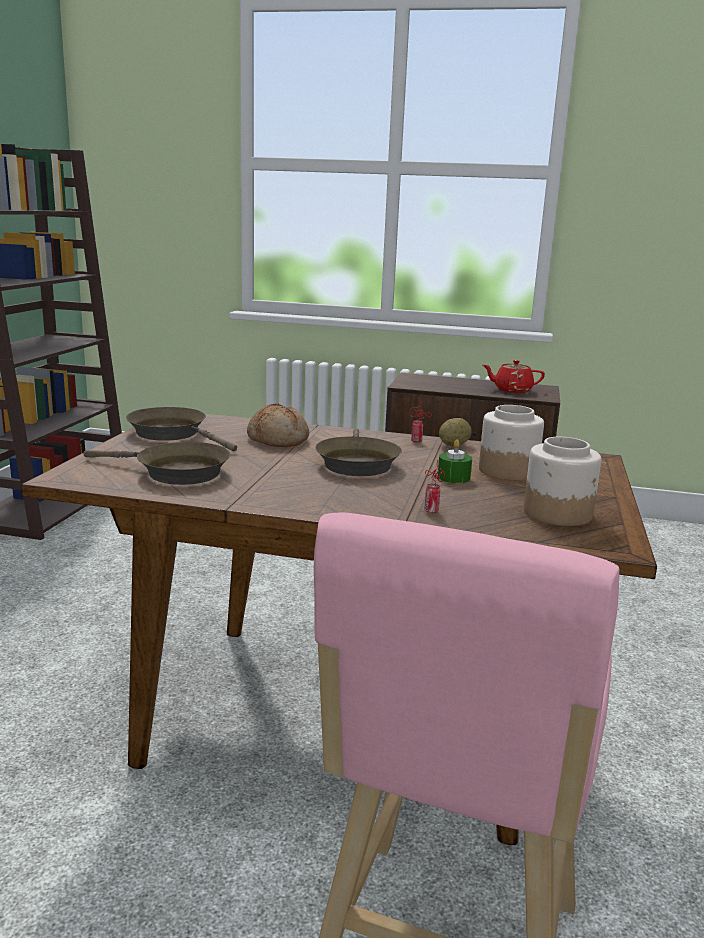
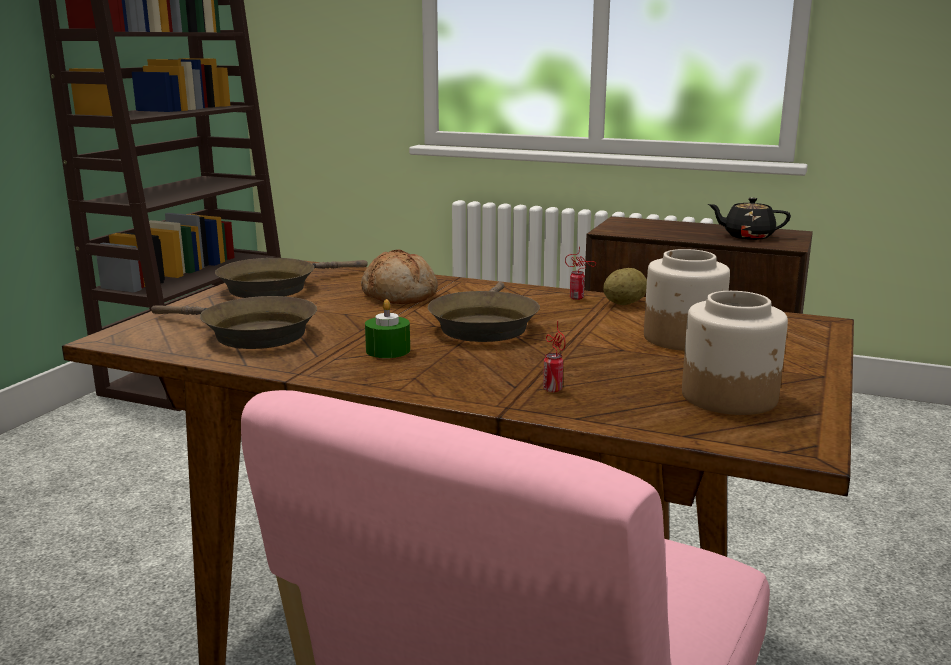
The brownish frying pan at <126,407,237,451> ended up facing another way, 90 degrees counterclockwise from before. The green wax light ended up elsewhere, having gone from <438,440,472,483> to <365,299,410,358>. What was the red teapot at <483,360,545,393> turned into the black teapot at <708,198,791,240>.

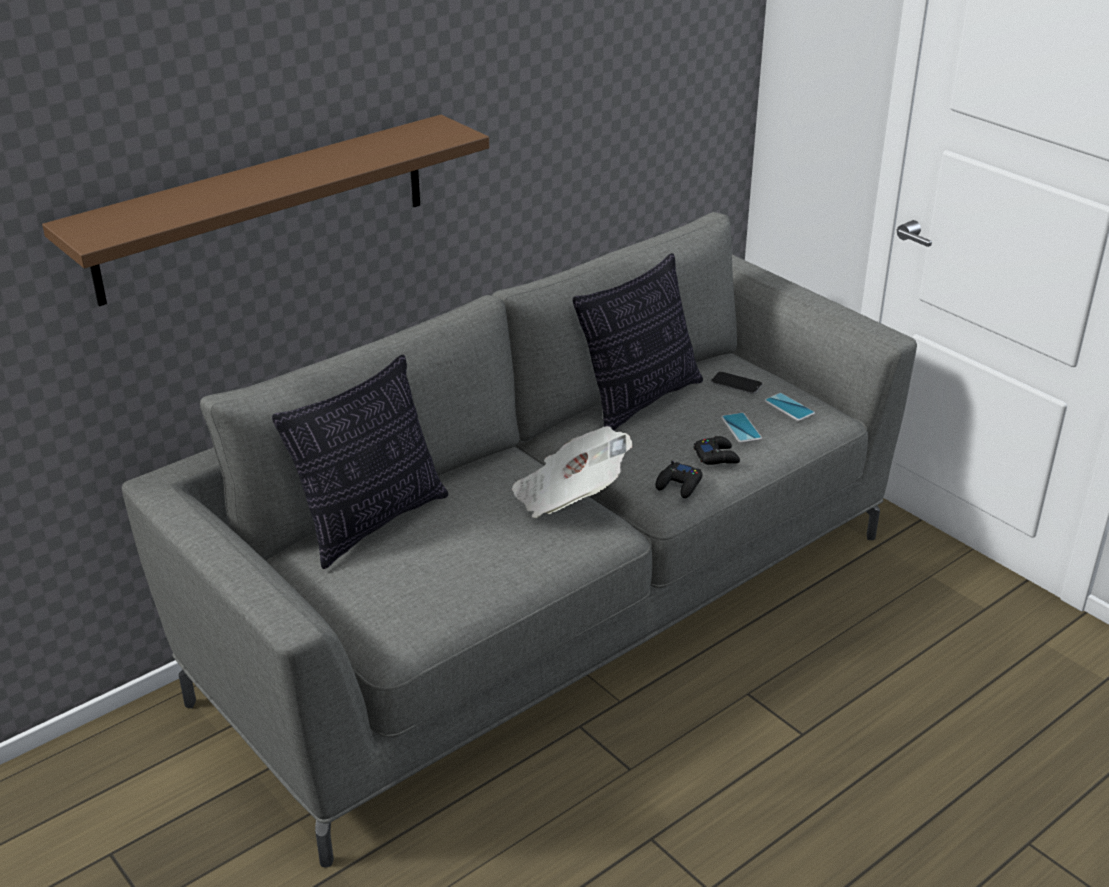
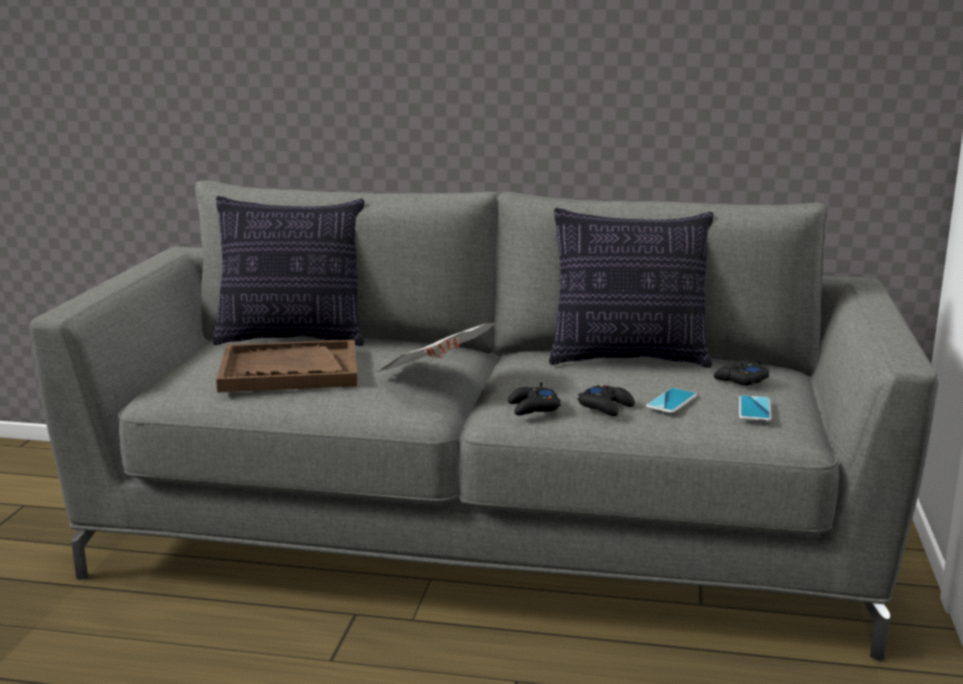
The second view gained the brownish tray at <216,340,357,393>. Where the phone stood at <711,372,762,394>, the black joypad came to stand at <714,360,769,386>. The second view lost the brownish shelf at <42,115,489,306>.

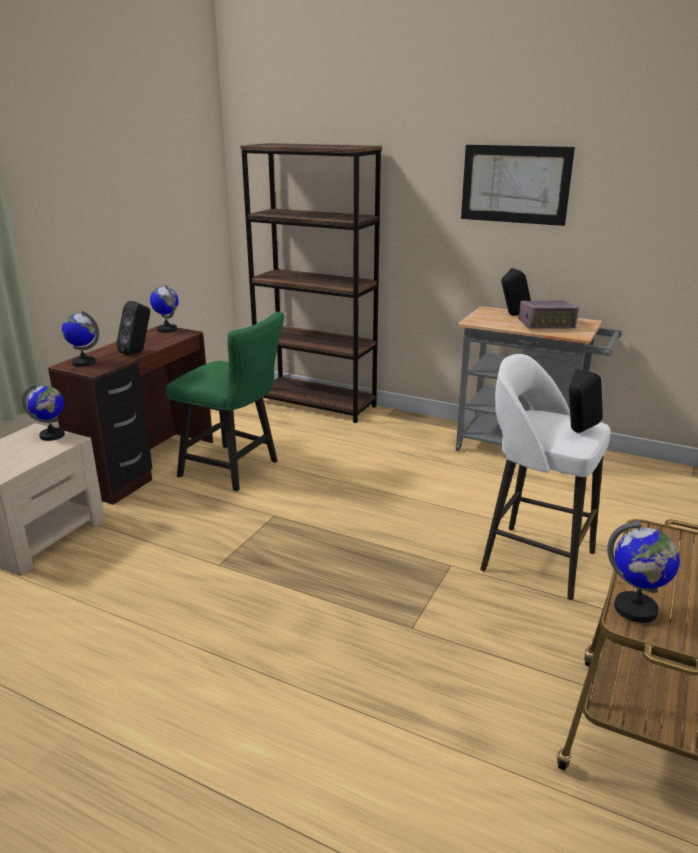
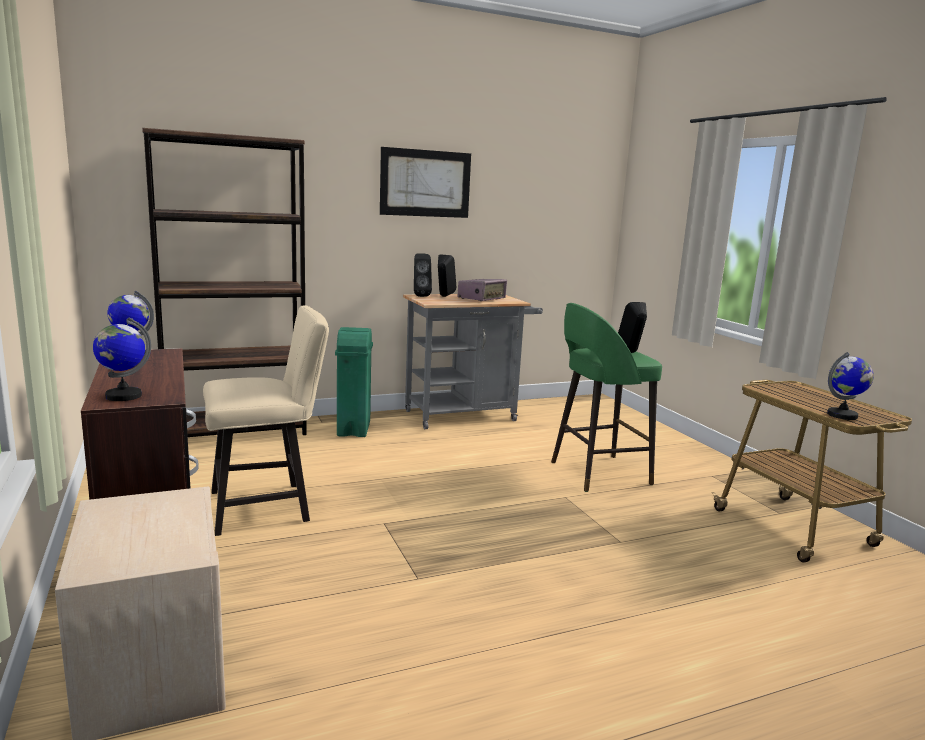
What was the green upright chair at <166,312,284,491> turned into the beige-coloured upright chair at <203,306,329,536>. The second view gained the green trash can at <335,327,373,437>. The black audio speaker ended up elsewhere, having gone from <116,301,150,355> to <414,253,432,297>. What was the white stool seat at <480,354,611,600> turned into the green stool seat at <551,303,662,492>. The second view lost the desk globe at <22,383,65,441>.

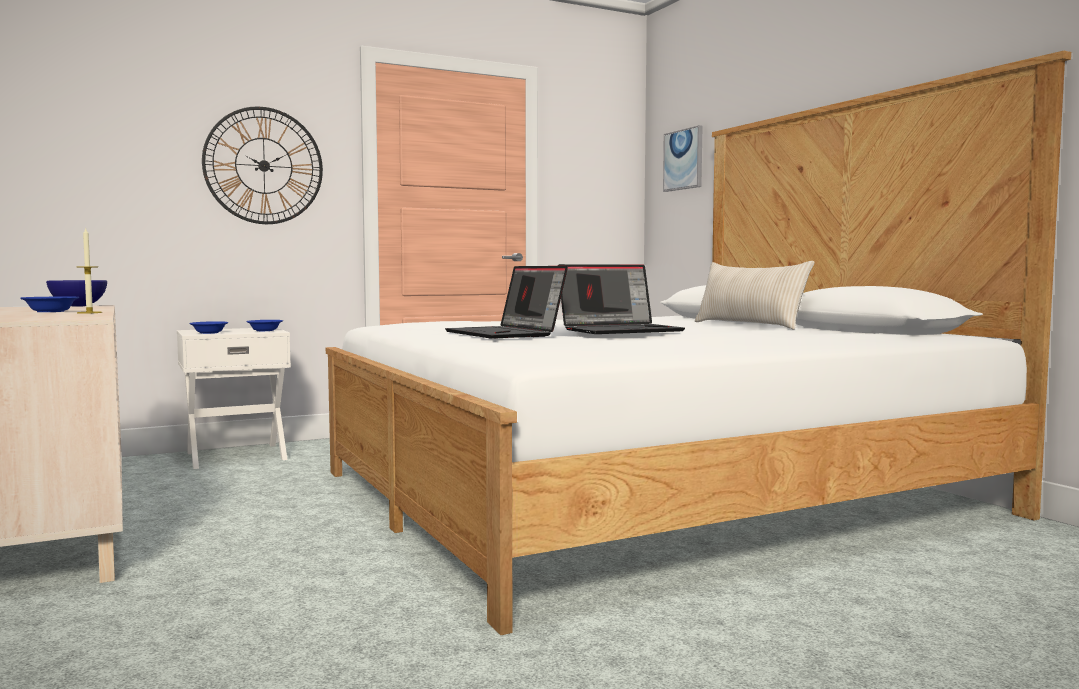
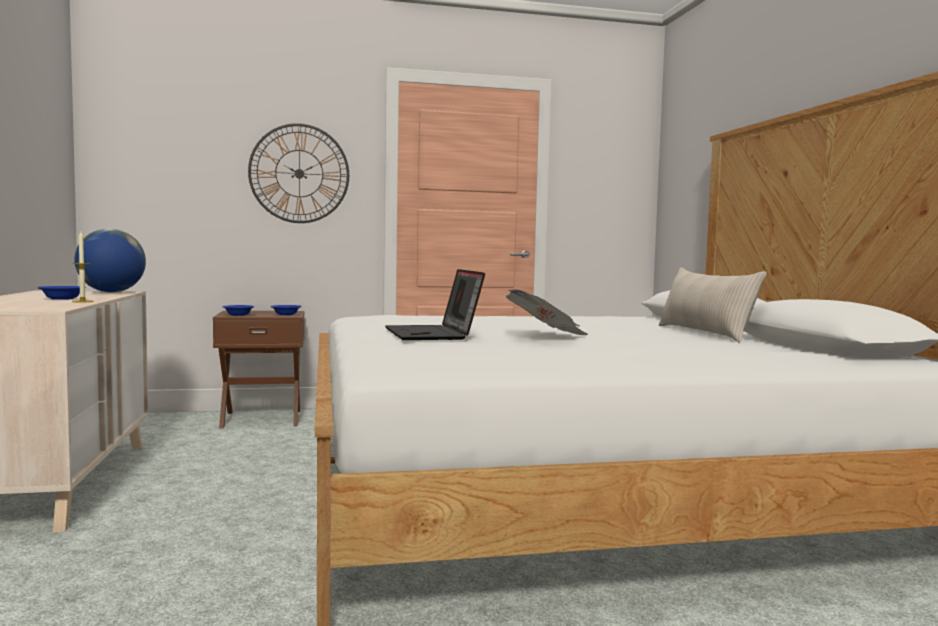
Where the bluish bowl stood at <46,280,107,307>, the desk globe came to stand at <74,229,146,292>. What was the white bedside table at <177,328,291,469> turned into the brownish bedside table at <213,311,305,429>. Where the notebook computer stood at <558,264,685,334>, the newspaper came to stand at <506,290,588,335>. The second view lost the wall art at <663,125,703,192>.

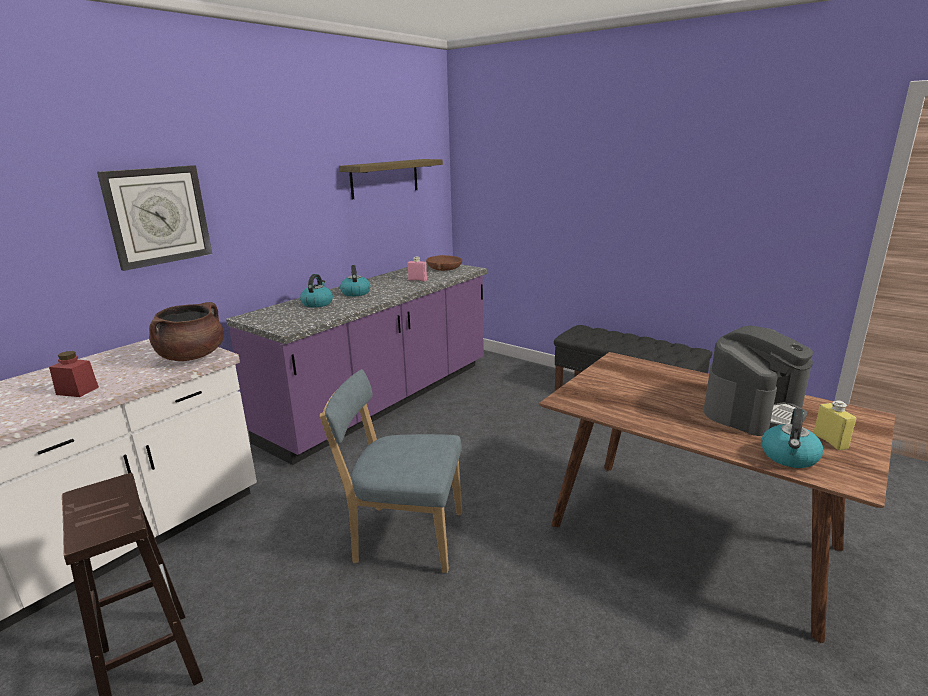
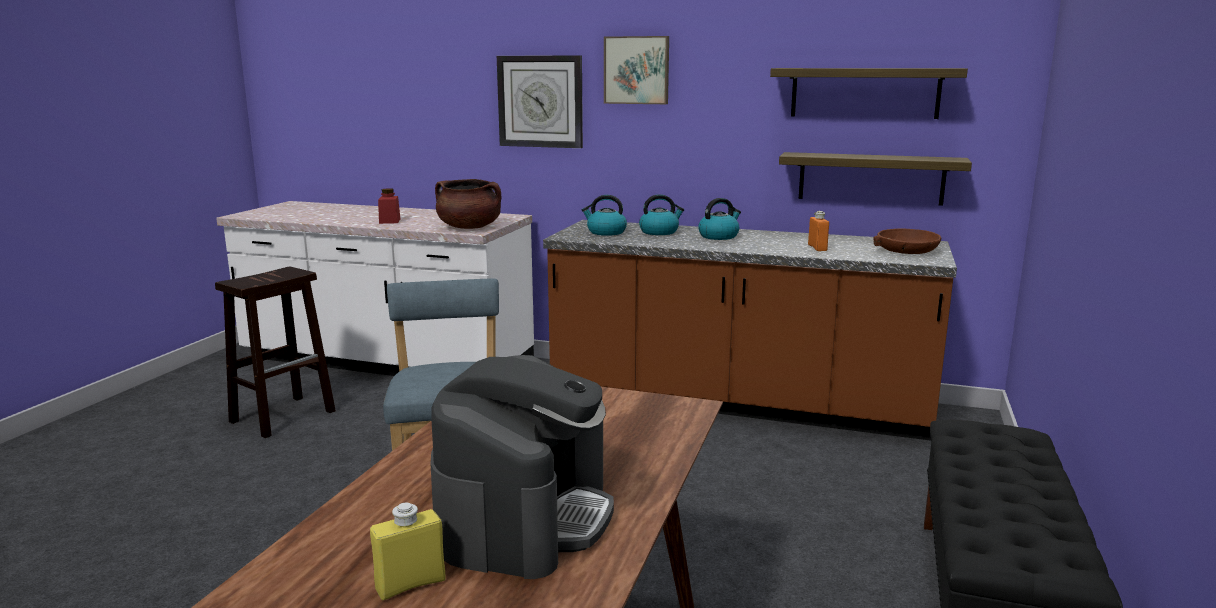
The coffee brewer at <703,325,813,436> ended up facing another way, 105 degrees counterclockwise from before. What was the purple-coloured kitchen base unit at <226,262,487,465> turned into the brownish kitchen base unit at <543,220,957,441>. The water kettle ended up elsewhere, having gone from <761,408,824,468> to <582,195,627,236>. The second view gained the wall art at <604,36,669,104>. The second view gained the shelf at <779,152,972,206>. What was the pinkish beverage bottle at <408,256,427,282> turned into the orangey beverage bottle at <808,211,829,251>.

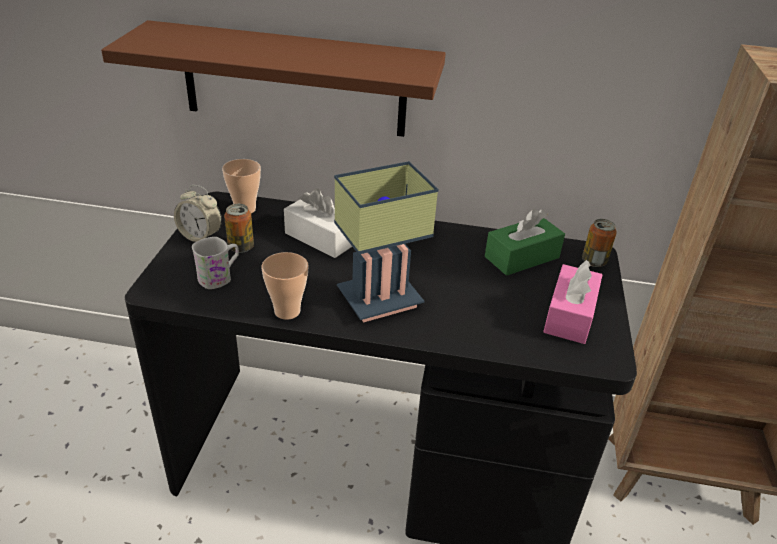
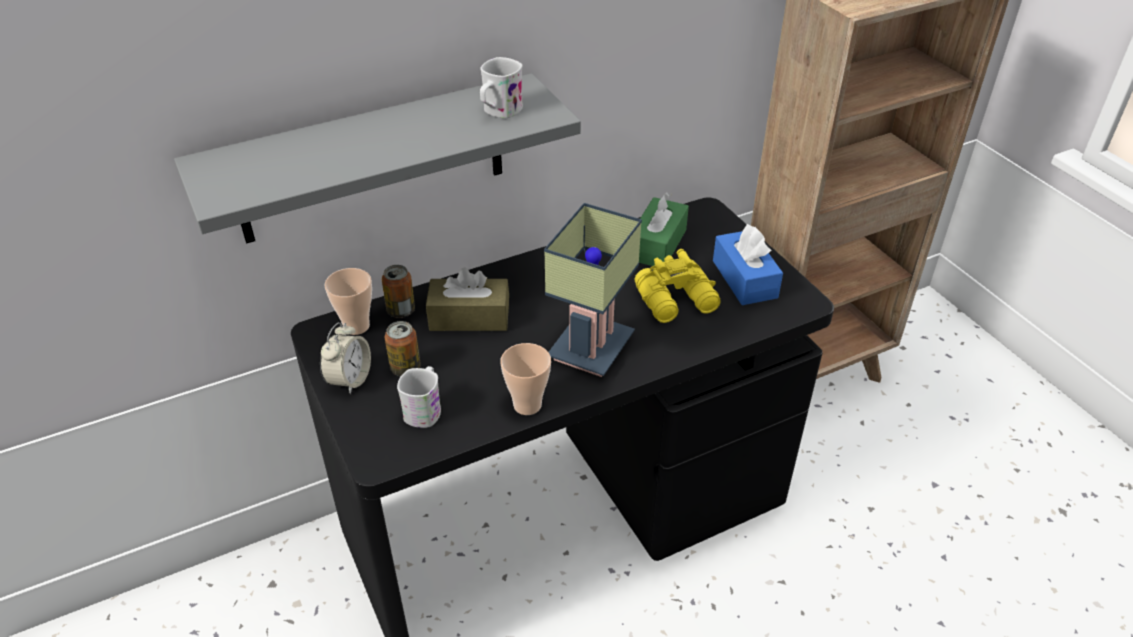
What was the brownish shelf at <101,20,446,137> turned into the grey shelf at <174,73,581,244>. The alarm clock at <174,185,222,242> ended up facing another way, 60 degrees counterclockwise from before. The metal can ended up elsewhere, having gone from <582,219,617,267> to <382,265,415,318>. What was the white tissue box at <284,189,352,258> turned into the brownish tissue box at <426,267,509,331>. The second view gained the white mug at <480,57,523,118>. The second view gained the yellowish pair of binoculars at <635,249,721,323>. What was the pinkish tissue box at <543,260,602,344> turned into the bluish tissue box at <713,224,783,305>.

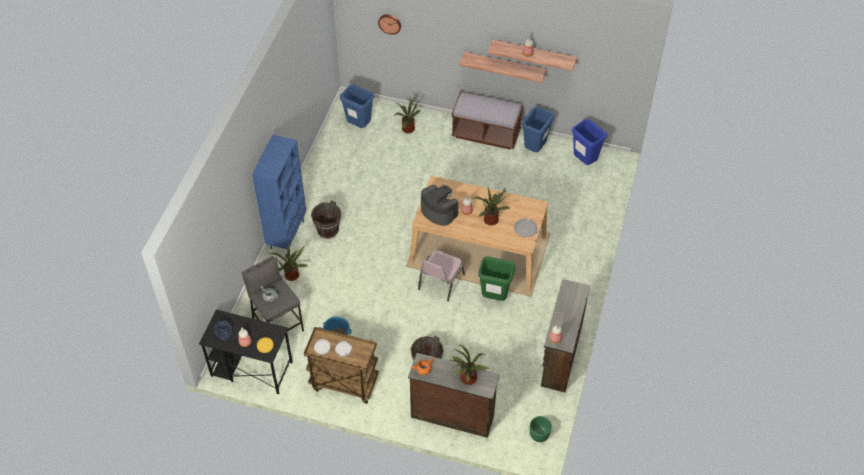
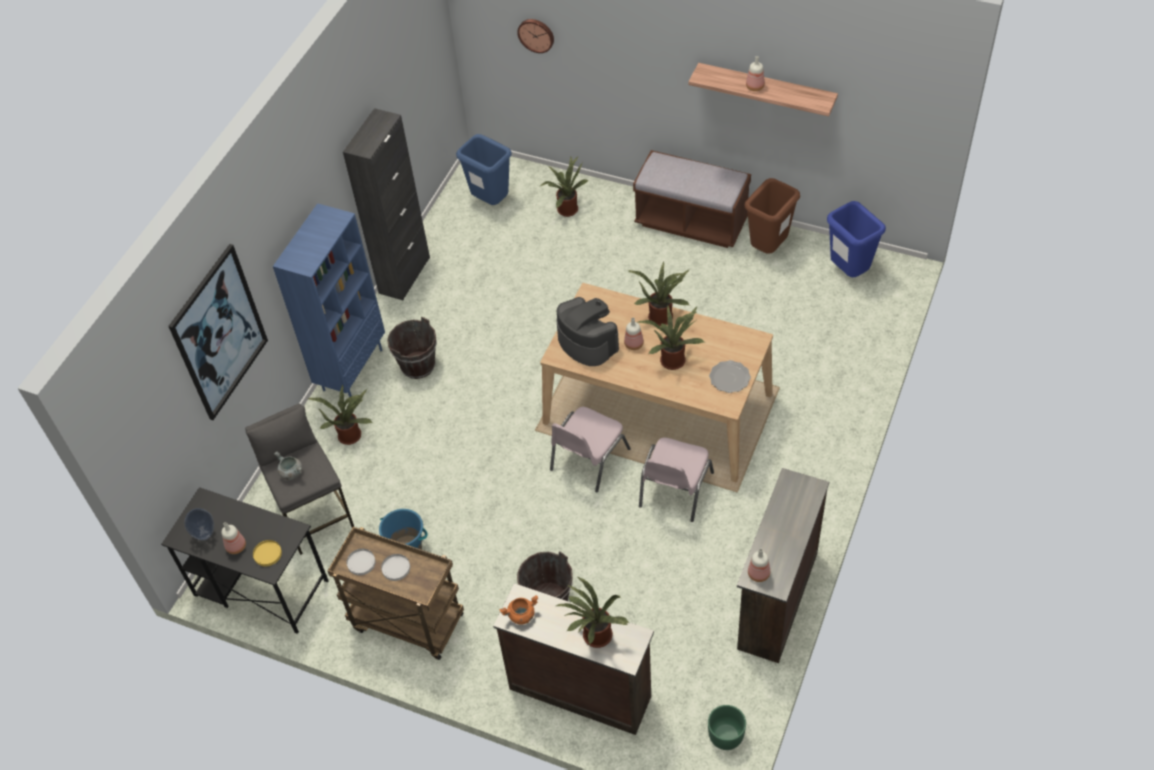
The second view gained the wall art at <168,244,268,420>. The second view gained the black cabinet at <343,108,430,300>. The second view gained the potted plant at <626,262,690,326>. Where the green trash can stood at <478,256,515,301>, the pinkish upright chair came to stand at <639,437,714,522>. What was the bluish trash can at <522,107,555,152> turned into the brownish trash can at <745,178,800,254>. The second view lost the shelf at <459,52,547,83>.

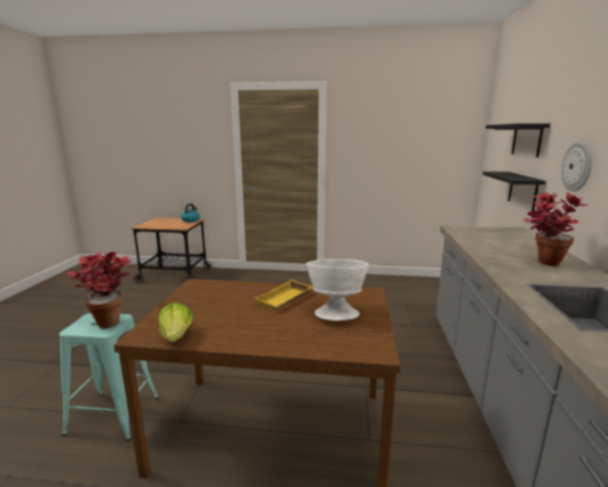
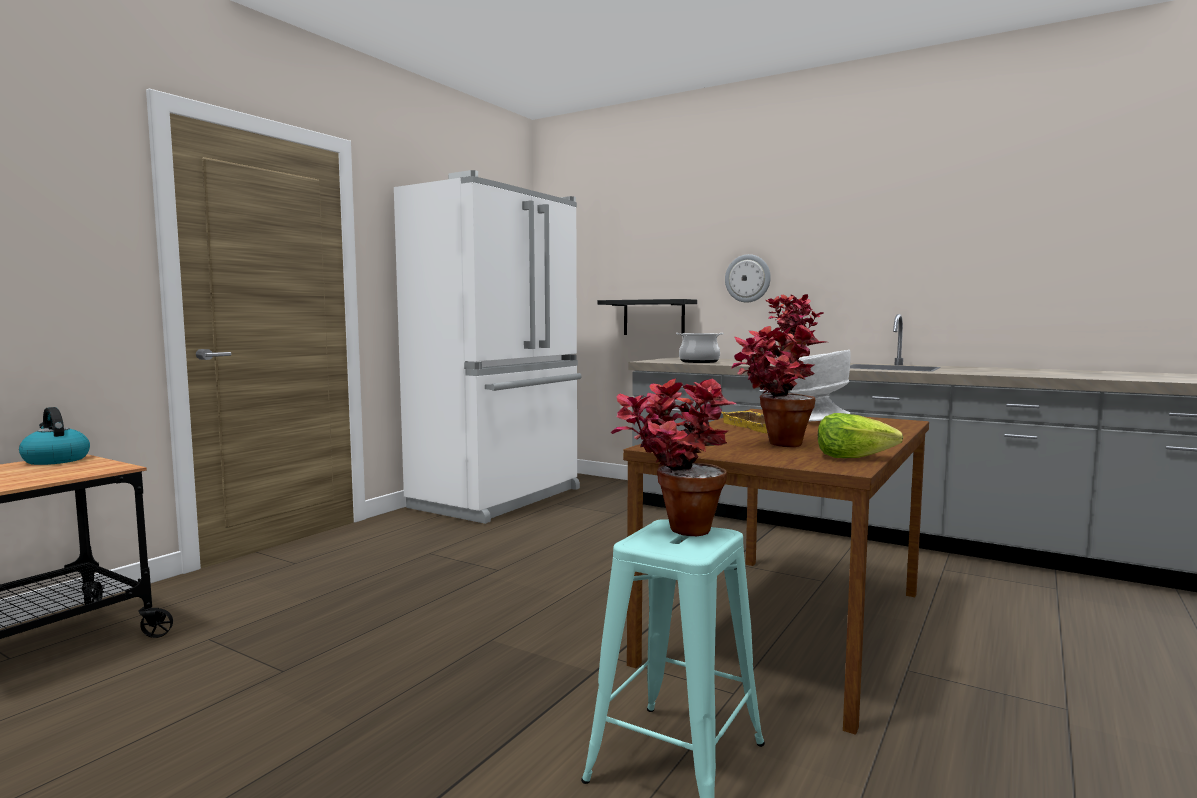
The second view gained the white fridge at <394,170,581,524>. The second view gained the stockpot at <676,333,724,363>. The second view gained the potted plant at <731,325,826,447>. The second view lost the black shelf at <486,123,550,158>.

